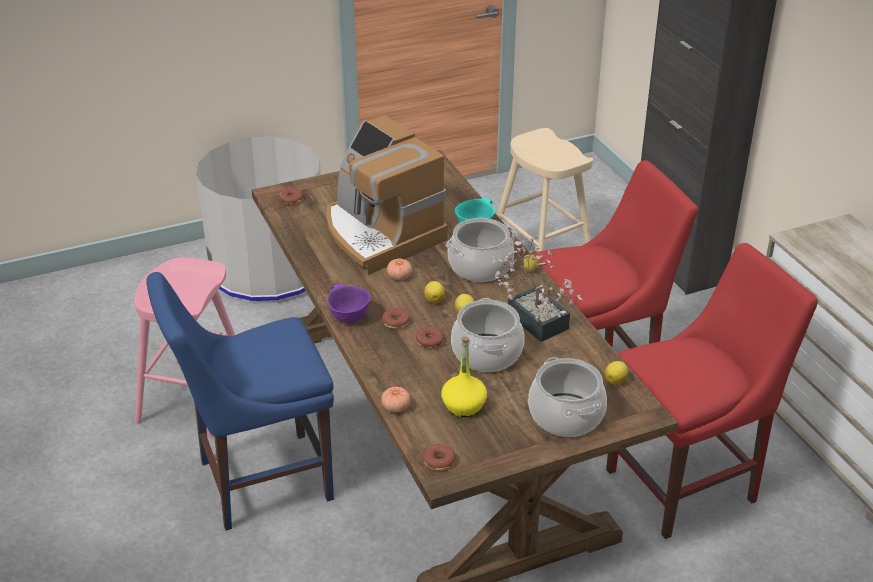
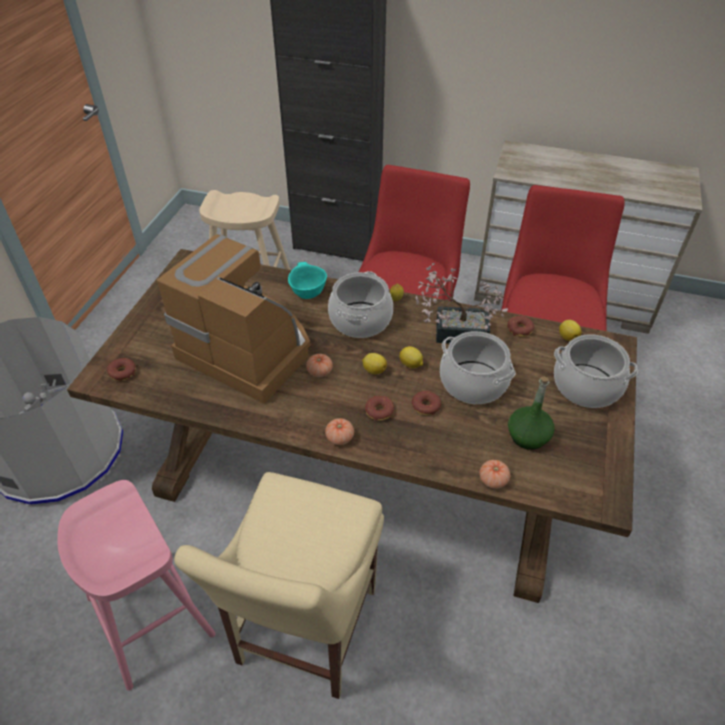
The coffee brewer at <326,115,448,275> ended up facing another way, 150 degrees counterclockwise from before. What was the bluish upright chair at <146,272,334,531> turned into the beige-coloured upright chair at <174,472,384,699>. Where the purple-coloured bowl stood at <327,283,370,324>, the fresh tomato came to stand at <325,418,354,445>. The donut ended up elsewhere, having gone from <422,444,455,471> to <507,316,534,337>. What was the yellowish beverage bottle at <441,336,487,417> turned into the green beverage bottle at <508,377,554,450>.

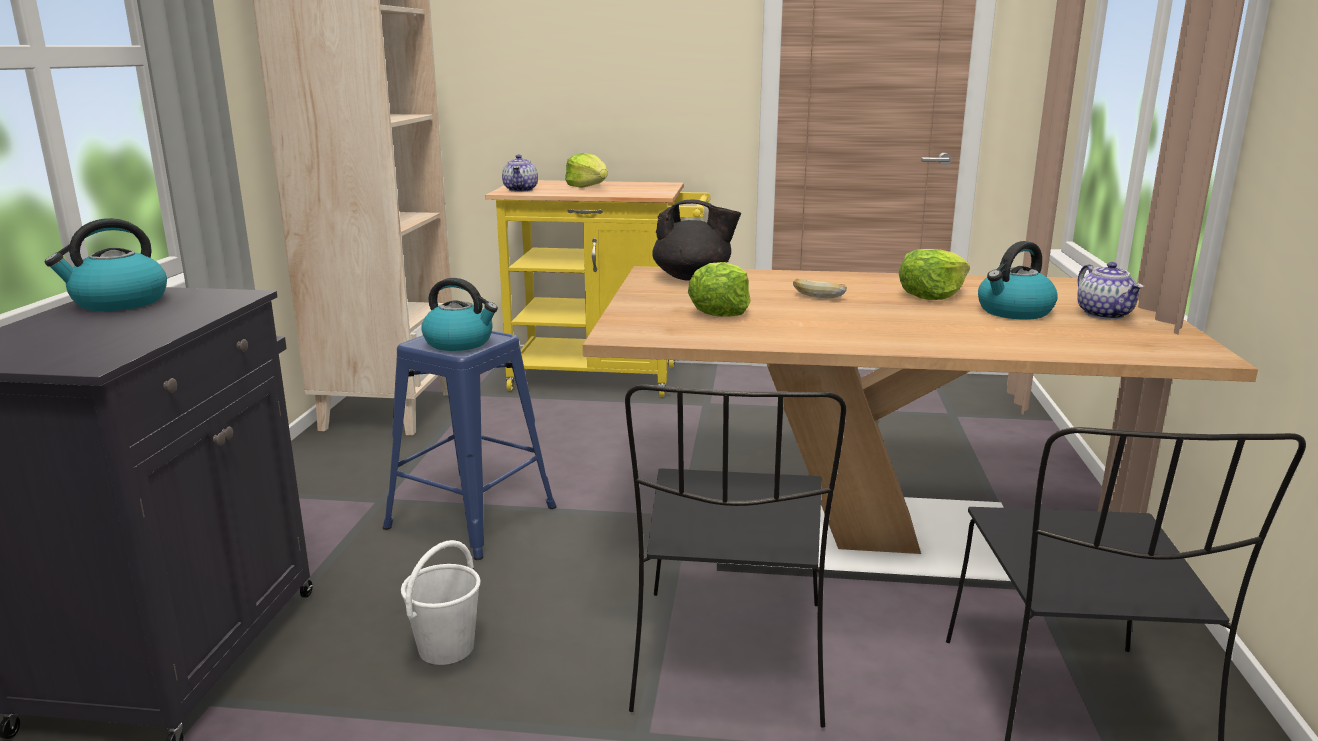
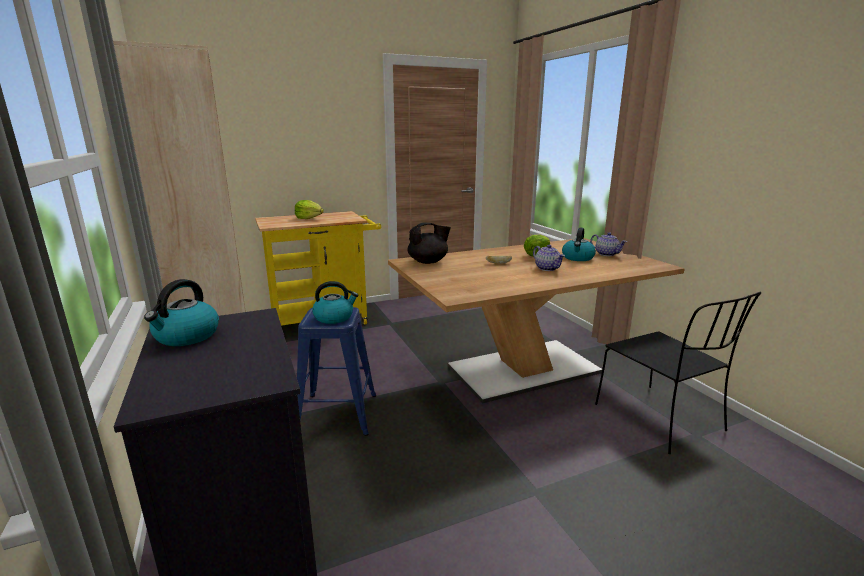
The teapot ended up elsewhere, having gone from <502,155,538,192> to <533,245,565,271>. The second view lost the white pail at <401,540,481,665>. The second view lost the black upright chair at <625,385,846,728>. The second view lost the lettuce at <688,262,751,317>.

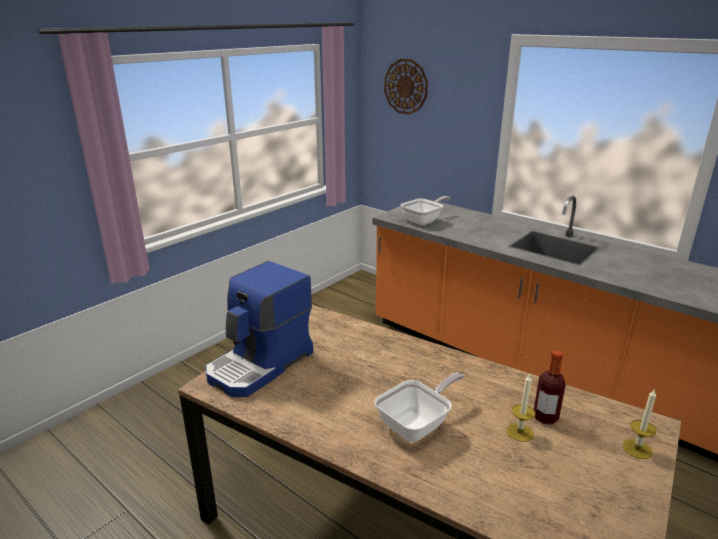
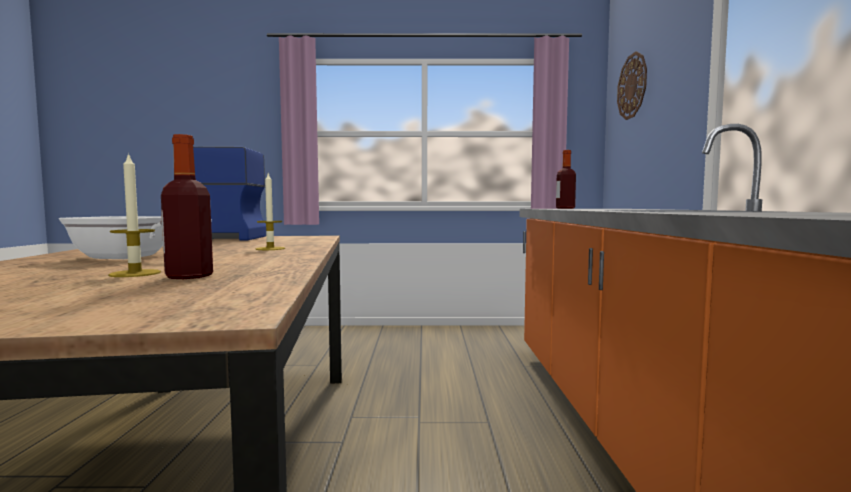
The wax light ended up elsewhere, having gone from <622,388,657,459> to <256,173,285,250>. Where the frying pan stood at <401,196,450,225>, the beverage bottle came to stand at <556,150,576,209>.

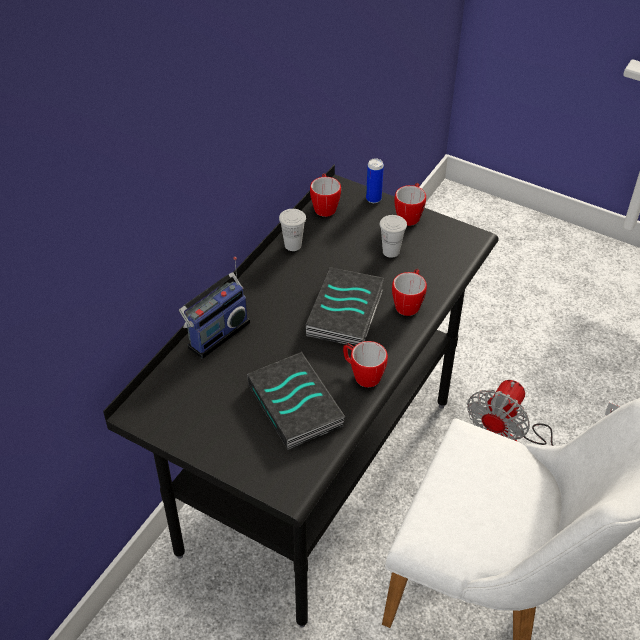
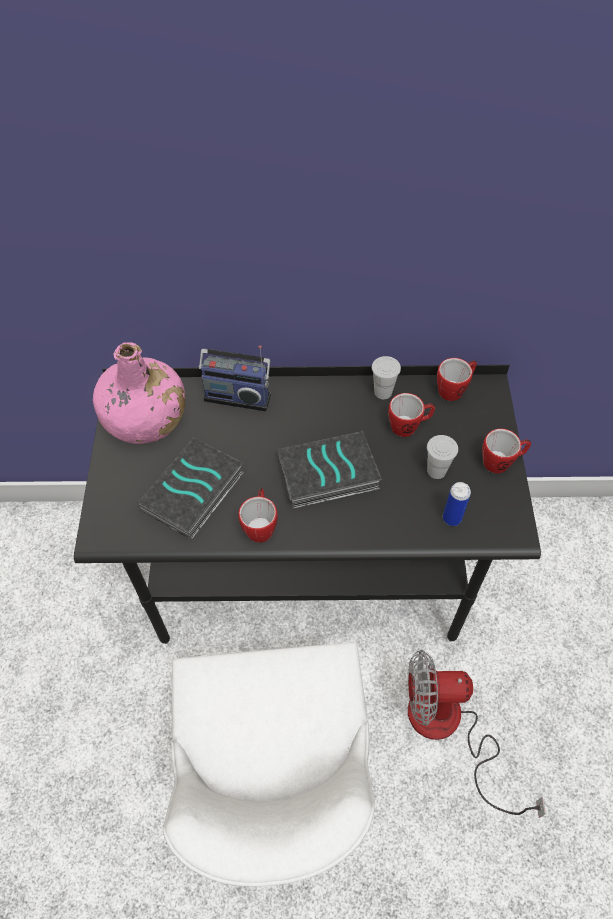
The second view gained the pinkish beverage bottle at <93,342,185,444>. The mug ended up elsewhere, having gone from <392,269,427,316> to <388,393,435,437>. The metal can ended up elsewhere, having gone from <366,158,384,203> to <443,482,471,526>.

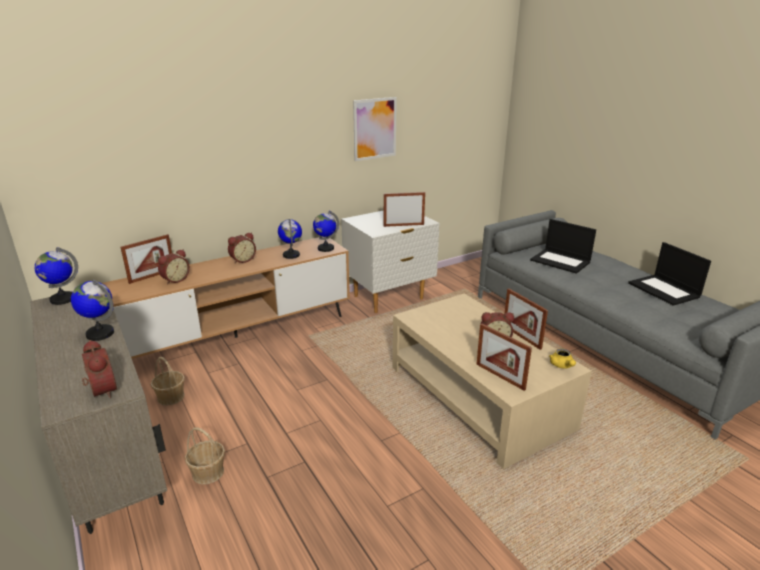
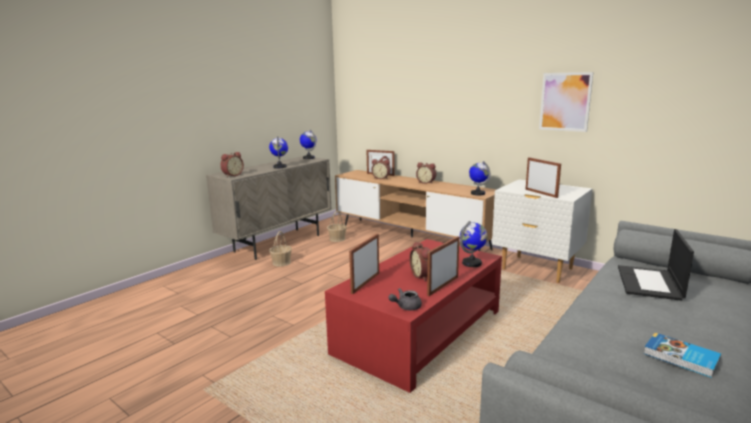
What was the beige-coloured low table at <393,293,592,469> turned into the red low table at <325,239,502,393>. What was the yellowish teapot at <549,349,576,368> turned into the grey teapot at <388,288,422,310>. The desk globe ended up elsewhere, having gone from <278,219,302,259> to <460,221,488,267>. Where the notebook computer stood at <628,242,711,306>, the book came to stand at <644,333,721,378>.

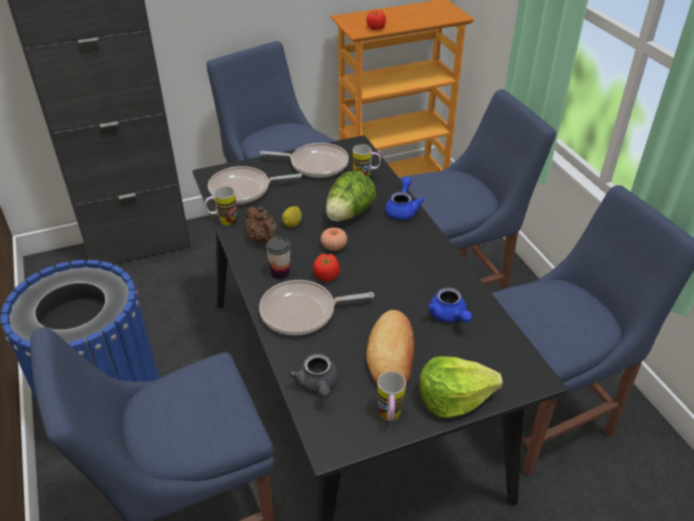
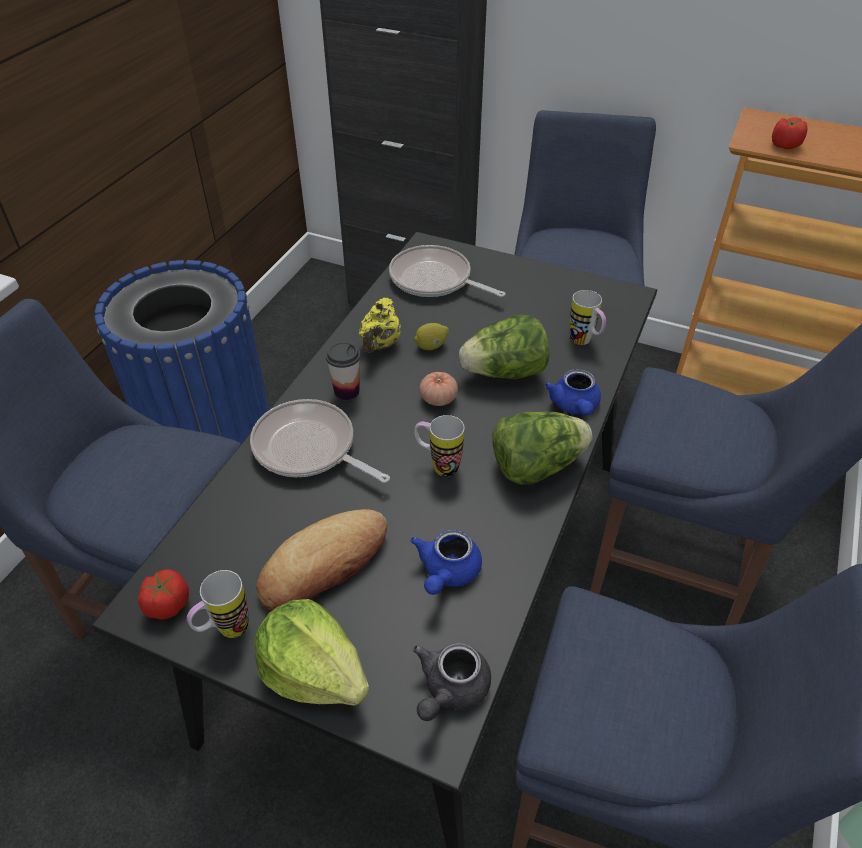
The fresh tomato ended up elsewhere, having gone from <313,253,340,282> to <138,569,189,620>. What was the brownish teapot at <245,206,277,243> turned into the yellowish teapot at <359,298,401,353>. The grey teapot ended up elsewhere, having gone from <289,354,339,398> to <413,643,491,721>. The mug ended up elsewhere, having gone from <205,186,236,226> to <414,415,464,477>. The second view gained the lettuce at <492,412,593,485>. The bluish teapot at <385,177,425,220> ended up facing another way, 120 degrees clockwise from before. The second view lost the frying pan at <260,143,349,178>.

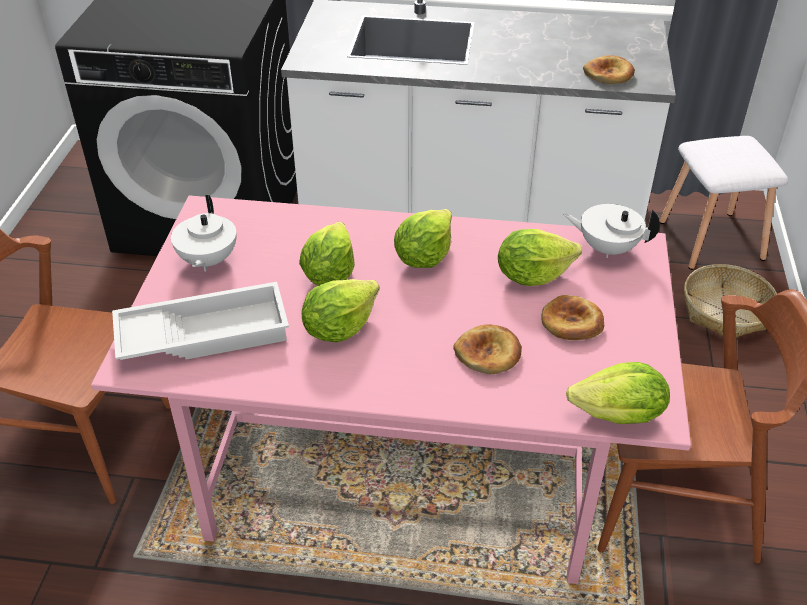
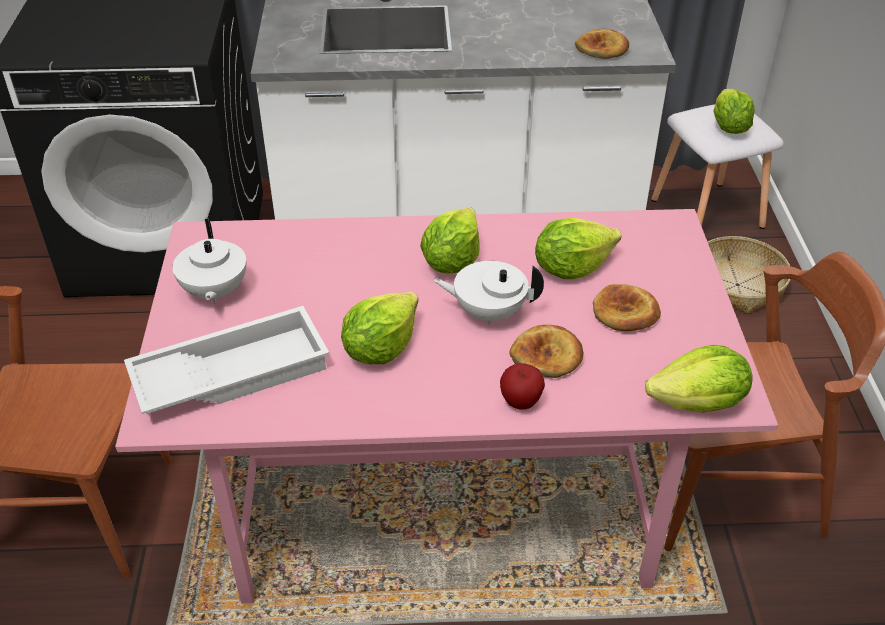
The white teapot ended up elsewhere, having gone from <563,204,660,258> to <433,261,544,325>. The second view gained the apple fruit at <500,363,545,409>. The lettuce ended up elsewhere, having gone from <299,222,355,286> to <713,89,755,134>.

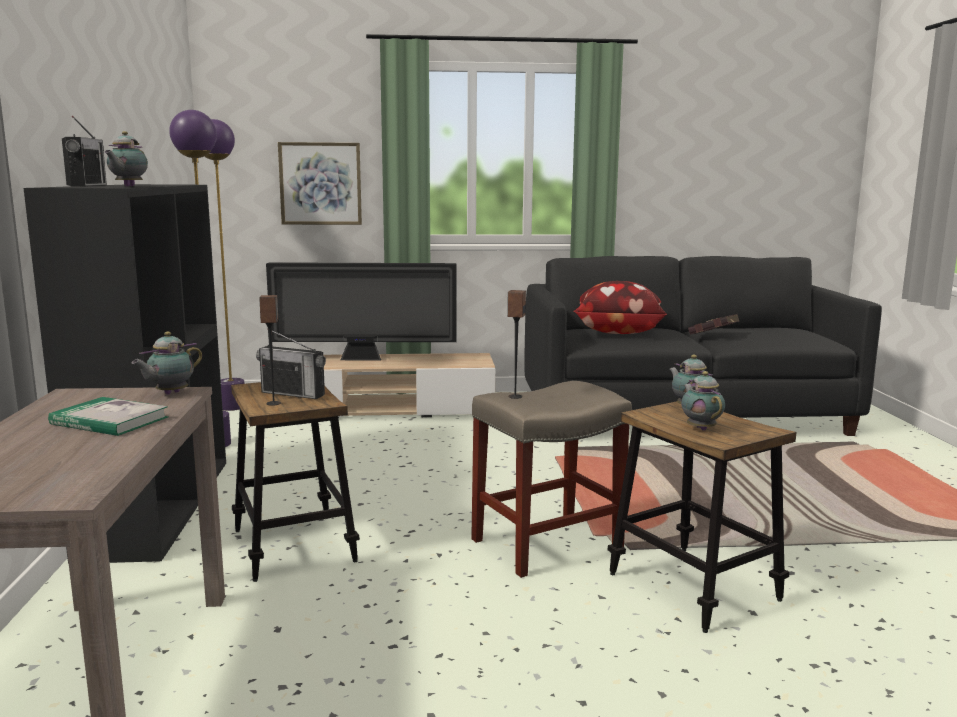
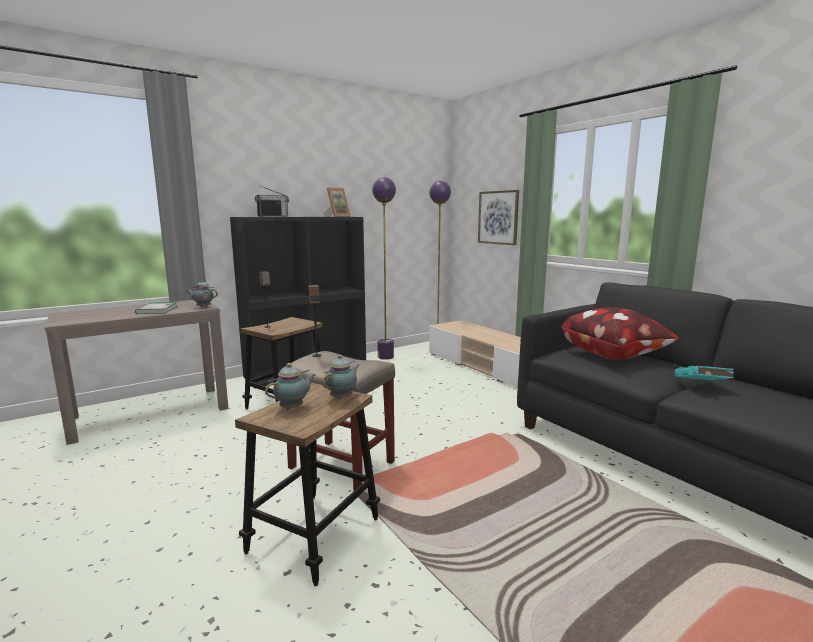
The second view gained the standing frame at <324,188,351,217>. What was the red book at <688,314,739,335> turned into the blue-green book at <675,366,734,380>. The second view lost the teapot at <104,131,148,186>. The second view lost the radio set at <256,329,326,399>. The second view lost the television at <266,262,456,360>.

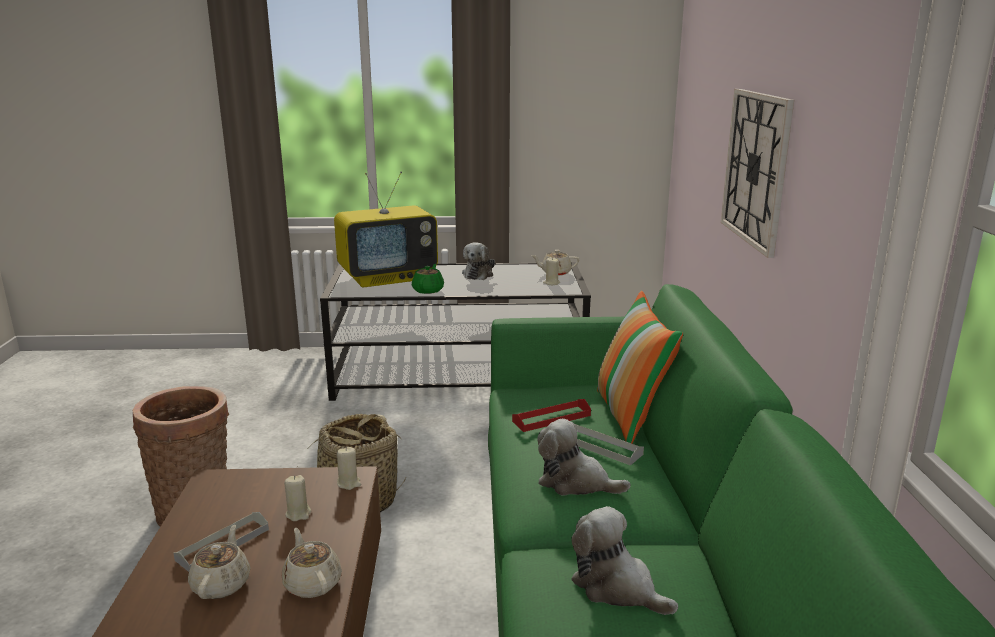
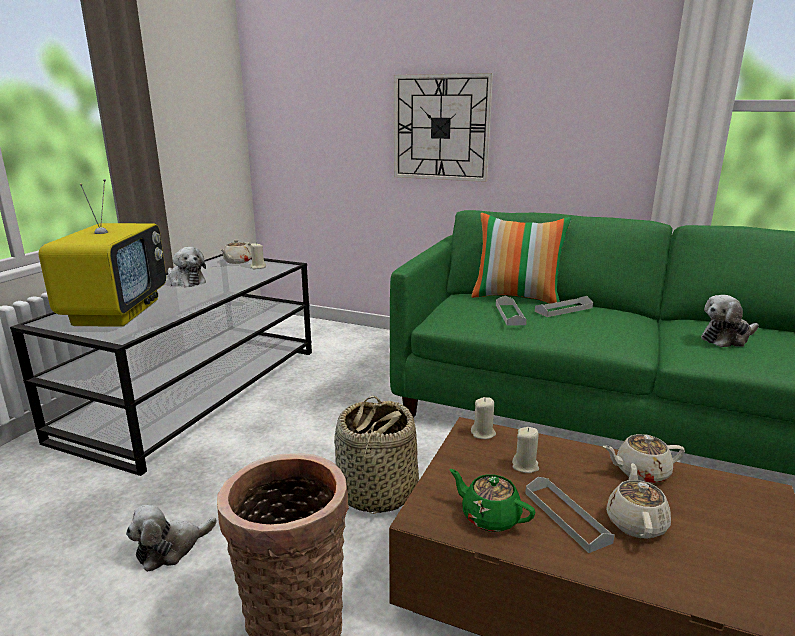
The cuddly toy ended up elsewhere, having gone from <537,419,631,495> to <126,505,217,572>. The green teapot ended up elsewhere, having gone from <412,264,444,294> to <449,469,535,532>. What was the red tray at <512,399,591,432> turned into the grey tray at <496,296,527,325>. The beige-coloured teapot at <188,525,251,599> ended up facing another way, 75 degrees clockwise from before.

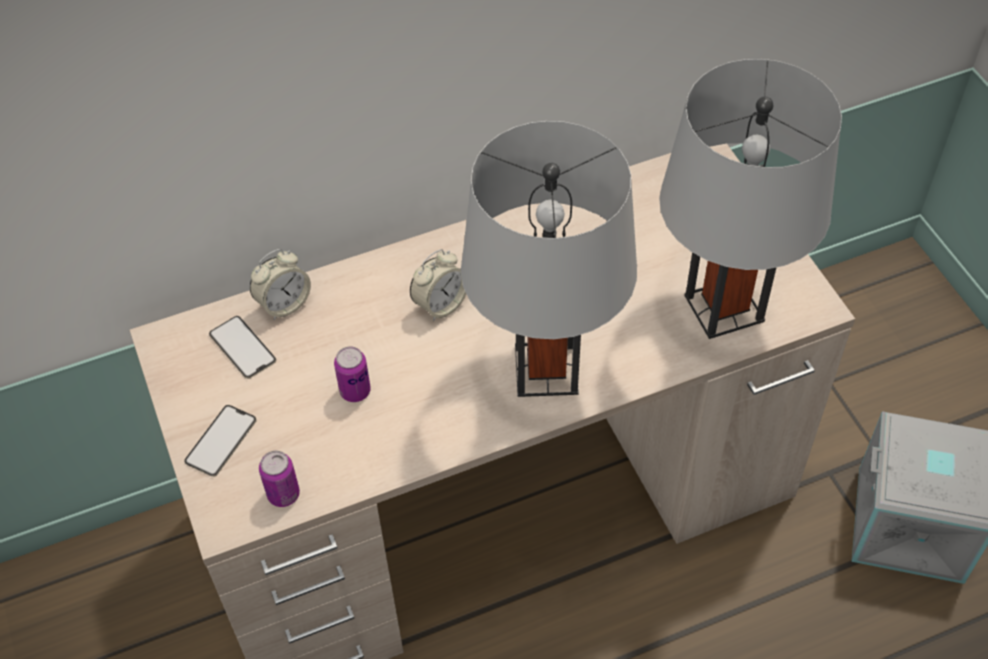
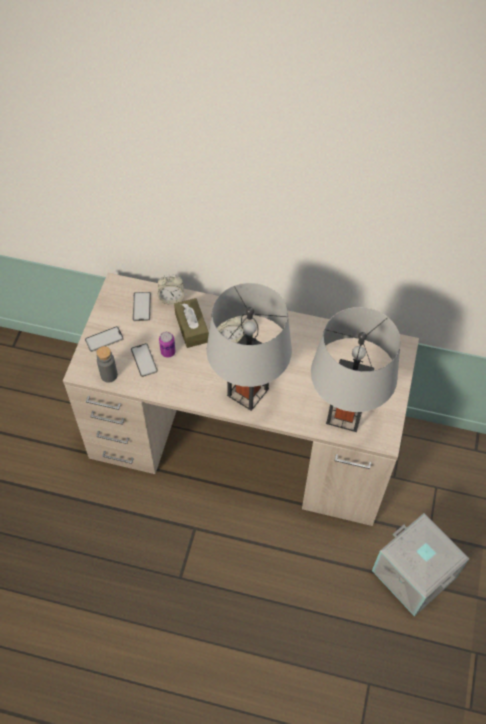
Where the metal can stood at <259,451,300,507>, the grey beverage bottle came to stand at <97,346,118,383>. The second view gained the phone at <131,343,158,377>. The second view gained the brownish tissue box at <174,298,209,348>.

